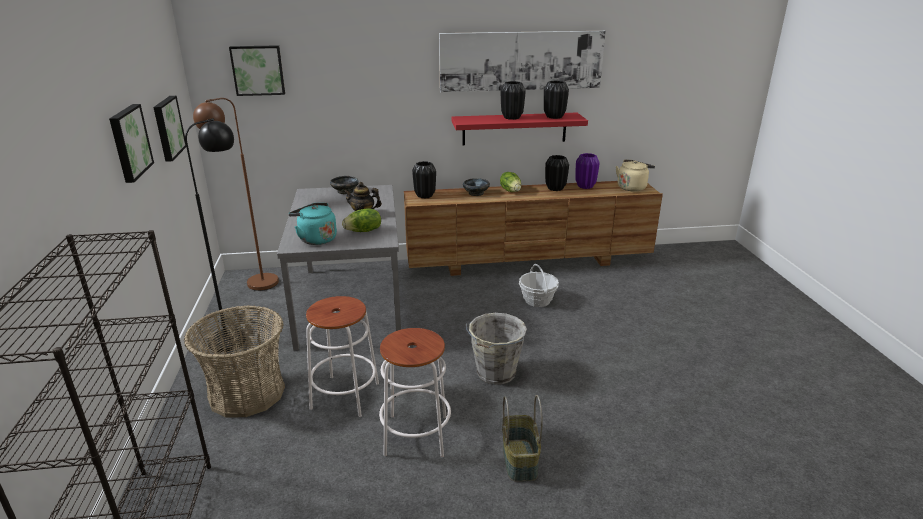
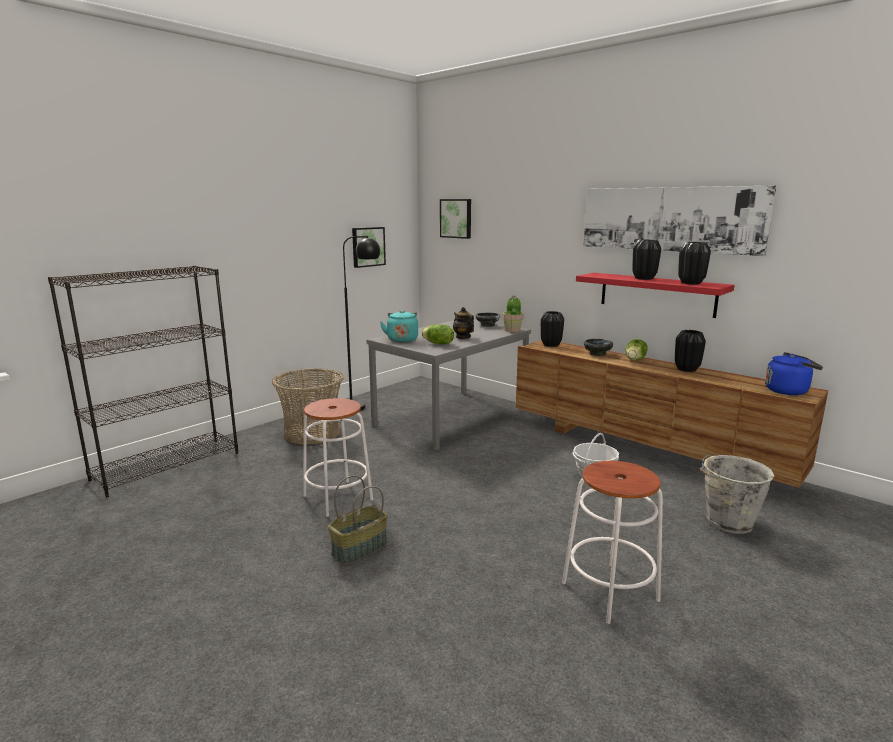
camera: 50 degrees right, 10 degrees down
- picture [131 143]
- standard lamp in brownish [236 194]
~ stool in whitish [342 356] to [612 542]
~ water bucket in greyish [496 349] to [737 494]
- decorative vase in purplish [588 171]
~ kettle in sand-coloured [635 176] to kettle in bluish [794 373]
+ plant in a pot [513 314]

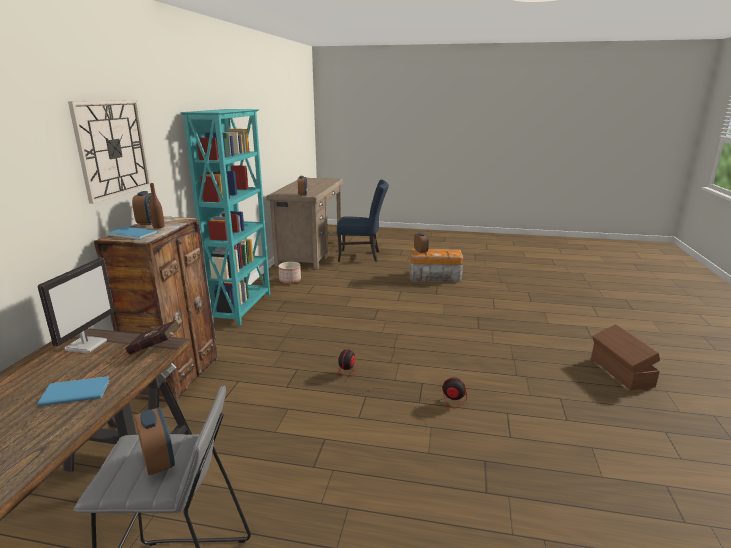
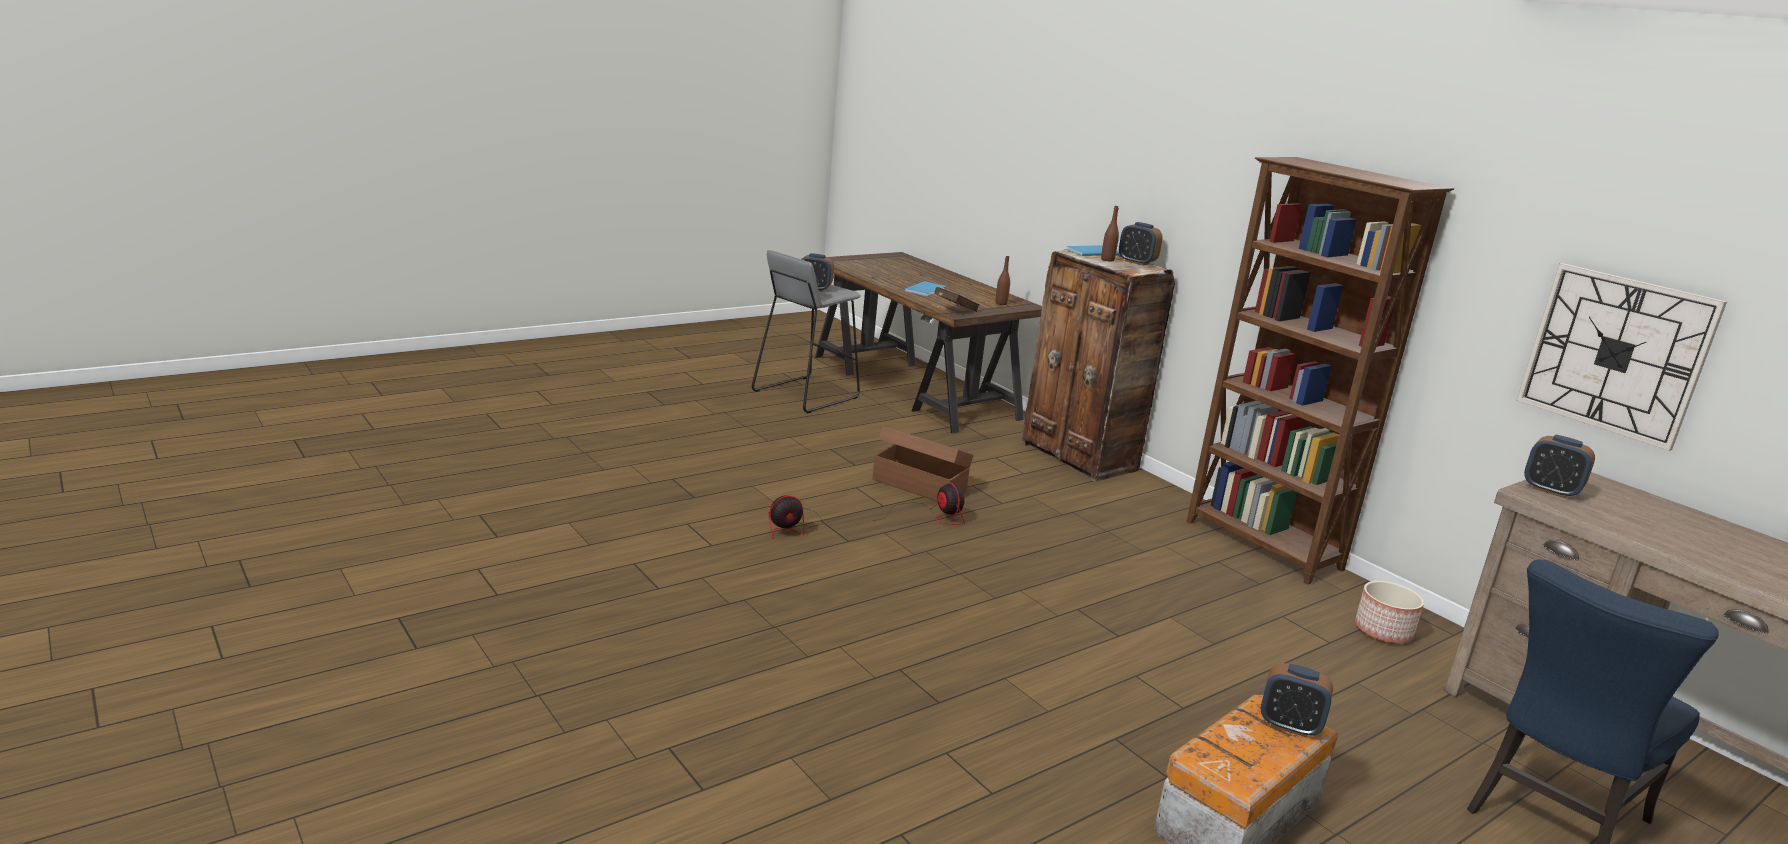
camera: 130 degrees right, 0 degrees up
~ computer display [76 305] to beverage bottle in brownish [1002 280]
~ hanging clock [109 152] to [1621 357]
~ bookcase in turquoise-coloured [225 217] to bookcase in brownish [1320 371]
~ storage container in brownish [625 357] to [923 464]

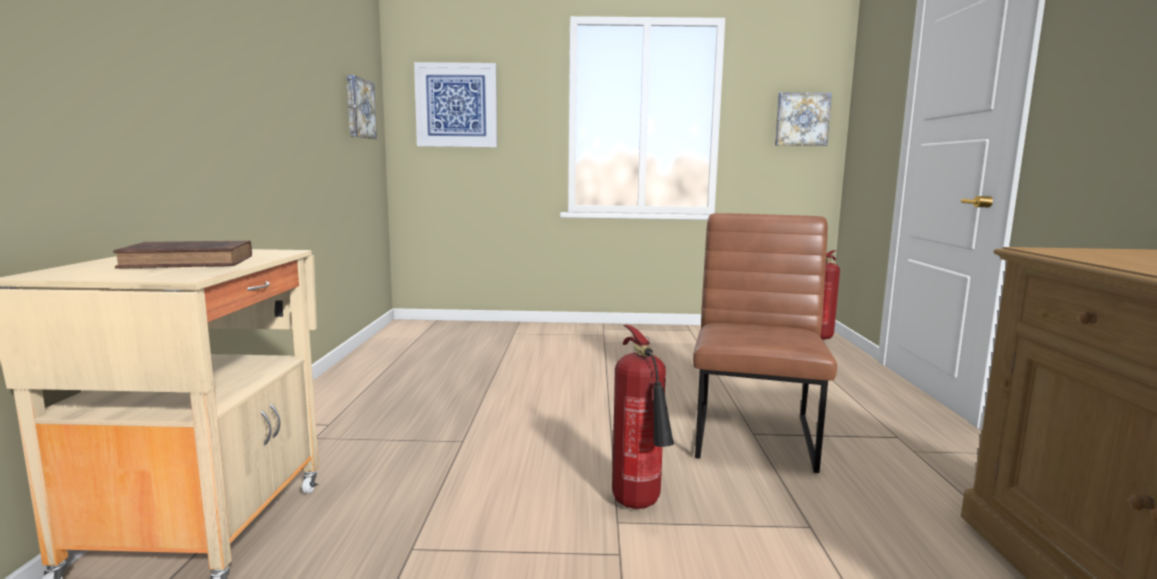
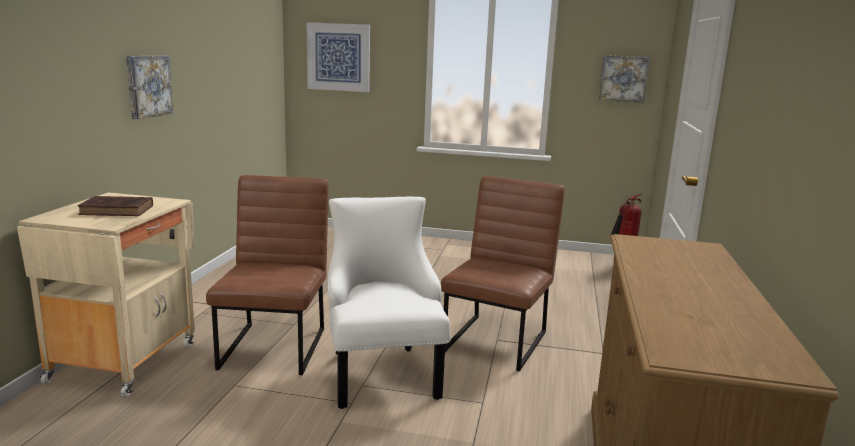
camera: 10 degrees right, 5 degrees up
~ picture [362 107] to [149 87]
~ fire extinguisher [643 417] to upright chair in whitish [389 303]
+ upright chair in brownish [267 275]

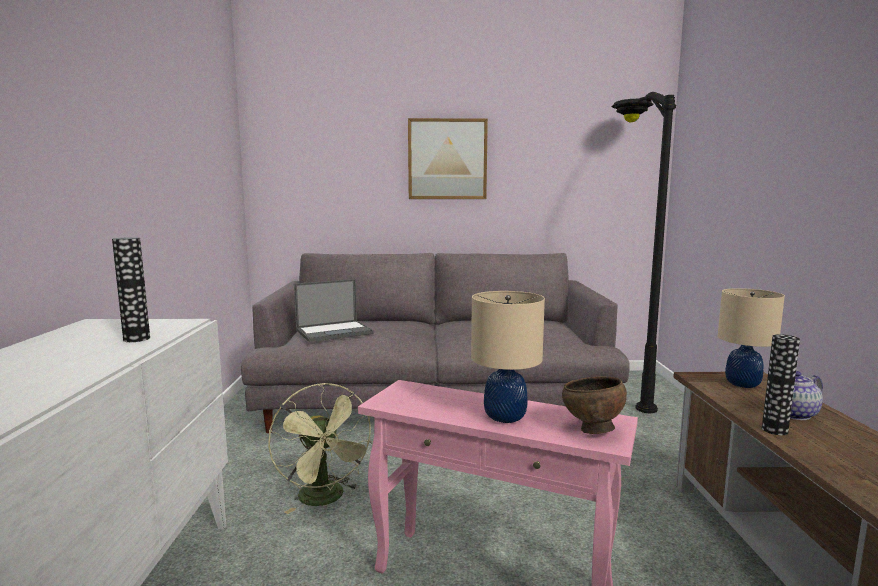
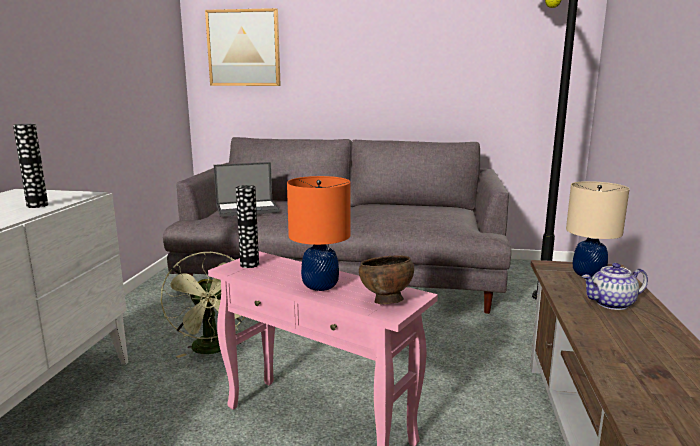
camera: 10 degrees right, 5 degrees up
~ picture [448 158] to [243 47]
~ table lamp in sand-coloured [508 357] to table lamp in orange-coloured [318 233]
~ decorative vase [781 384] to [247 226]

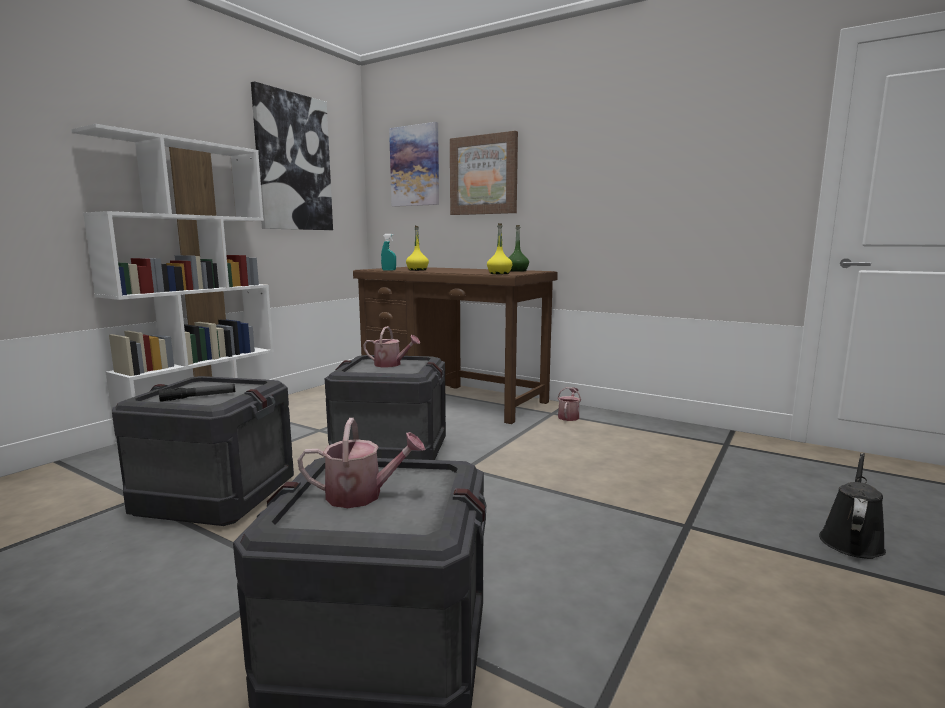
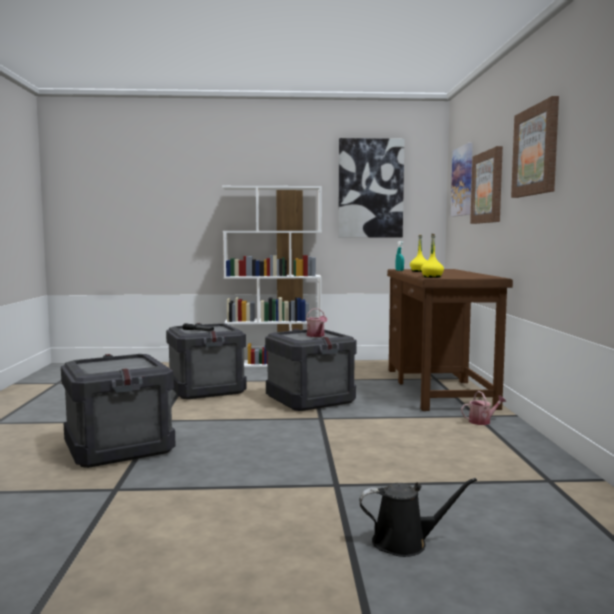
camera: 55 degrees right, 5 degrees down
- sprinkling can [362 463]
- beverage bottle in greenish [518 248]
+ picture [535 147]

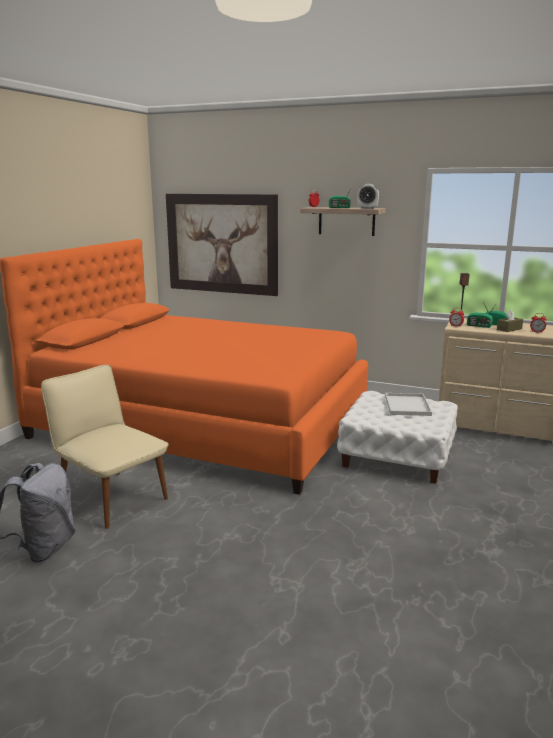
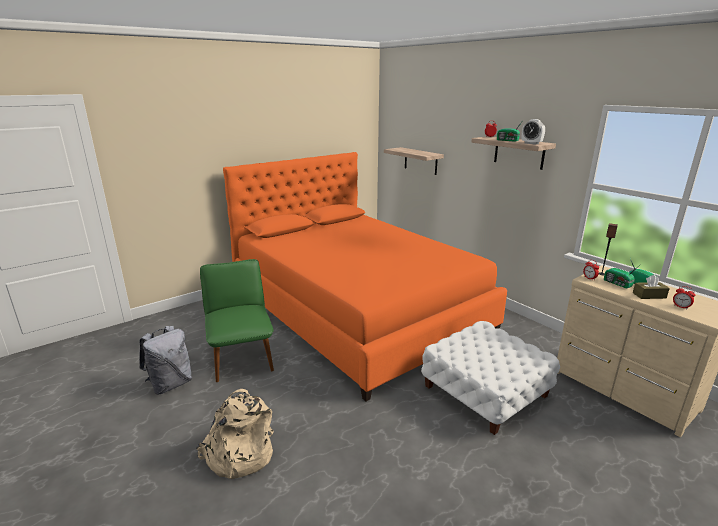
camera: 30 degrees right, 5 degrees up
~ upright chair in sand-coloured [105 447] to upright chair in greenish [237 320]
~ picture [222 245] to bracket shelf [414 161]
- tray in whitish [408 404]
+ backpack in sand-coloured [235 434]

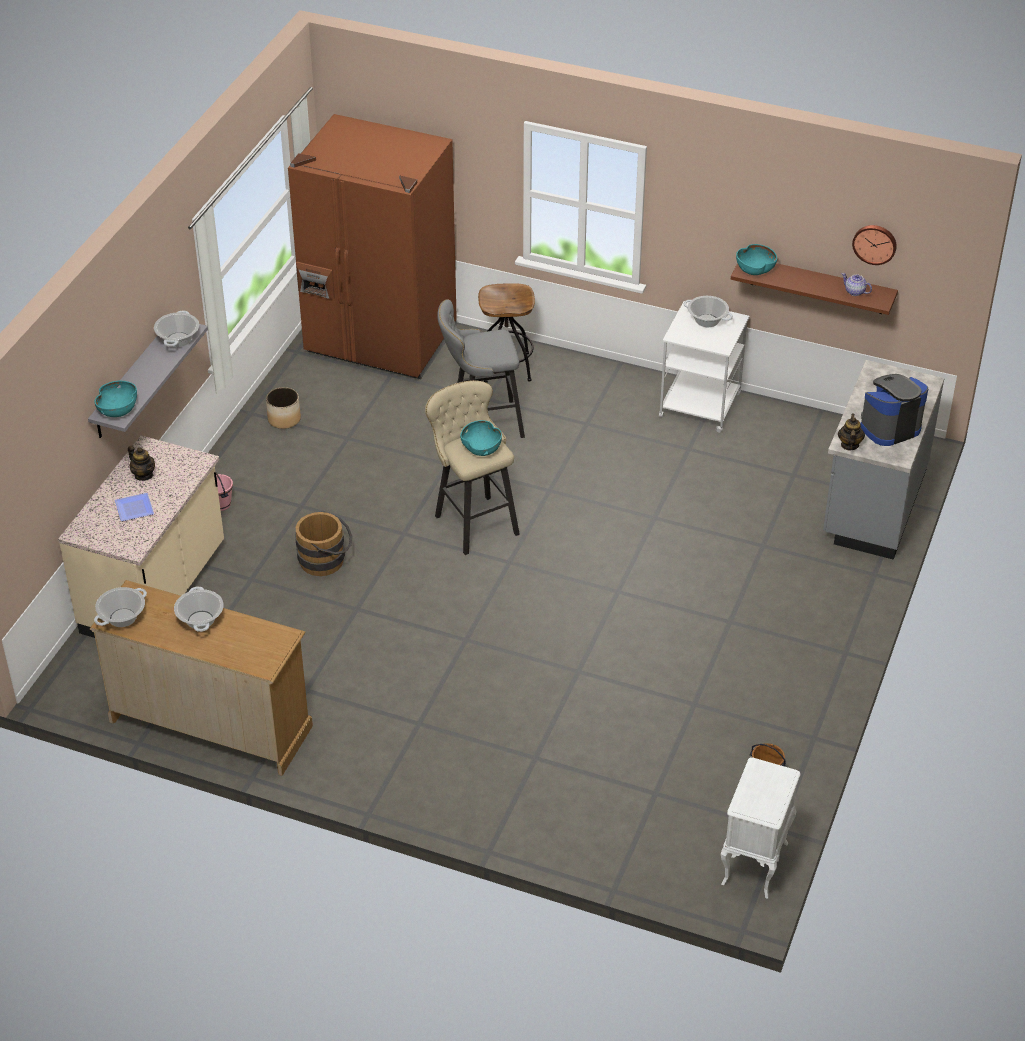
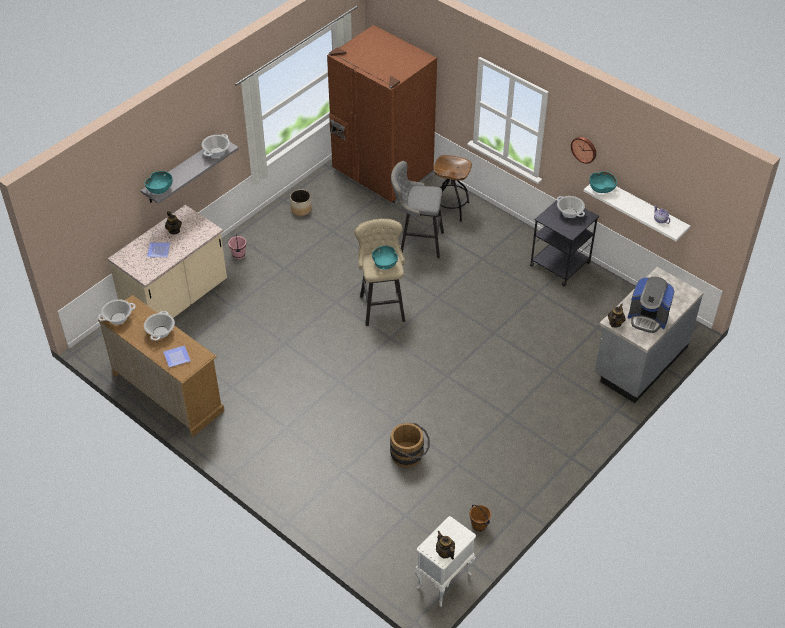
camera: 20 degrees right, 5 degrees up
~ water bucket in brownish [324 543] to [410 445]
~ cart in whitish [704 367] to cart in black-coloured [564 241]
~ bracket shelf in brownish [814 289] to bracket shelf in whitish [637 212]
~ hanging clock [874 245] to [583 150]
~ coffee brewer [894 410] = [651 305] 150 degrees counterclockwise
+ dinner plate [177 356]
+ tea pot [445 545]

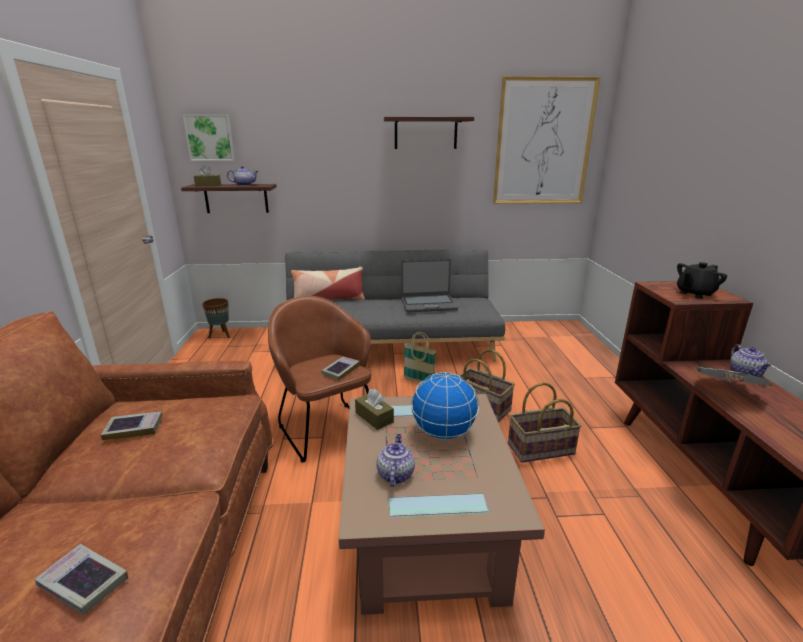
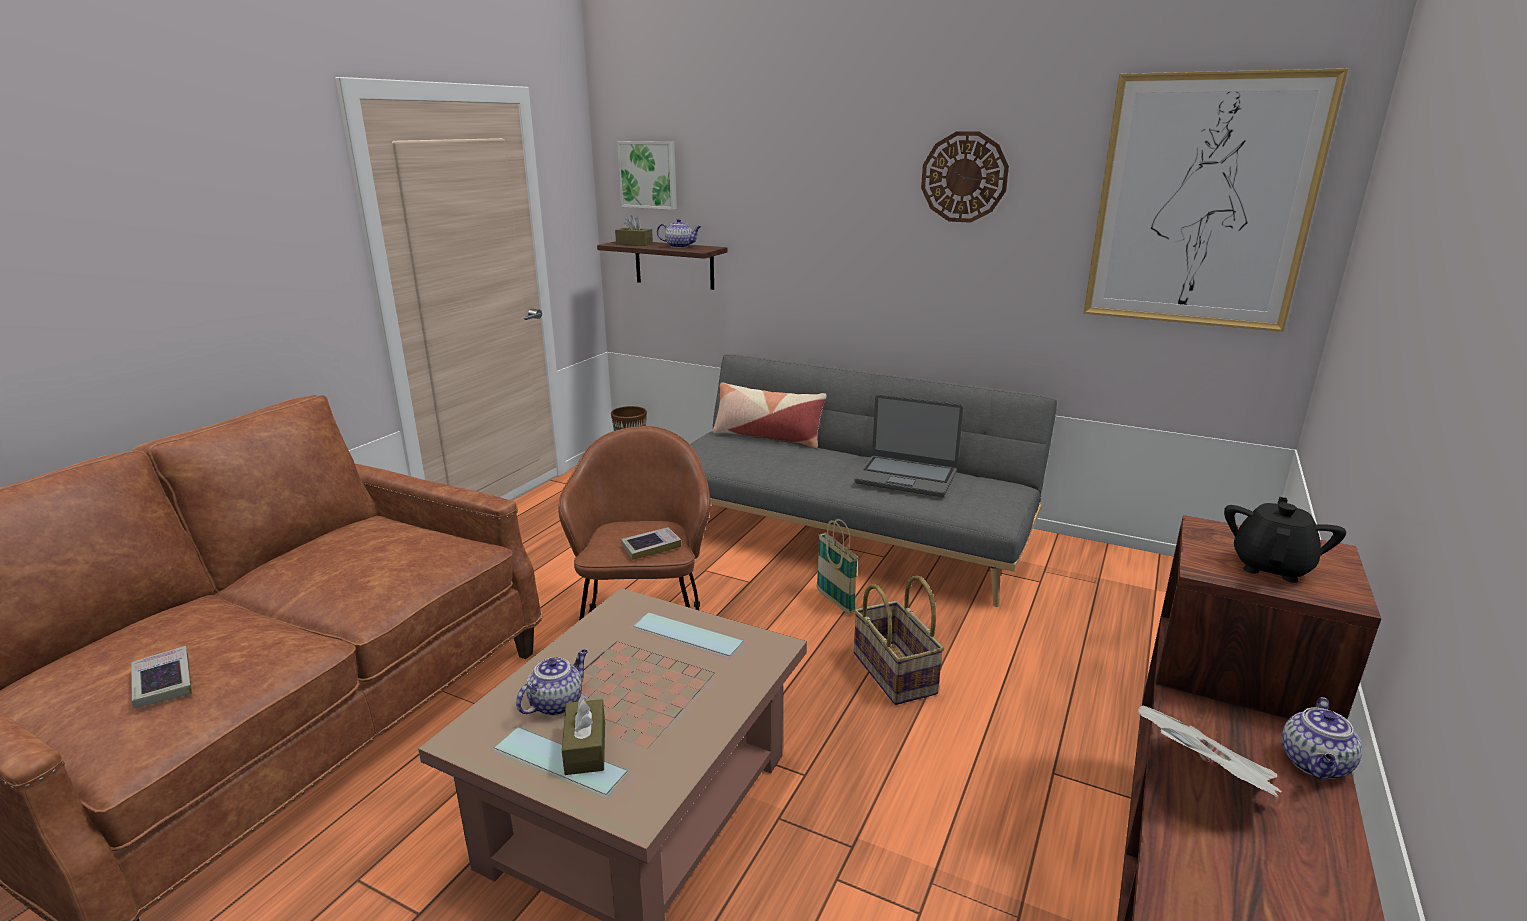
camera: 30 degrees right, 0 degrees up
- volume [132 425]
~ tissue holder in brownish [374 409] to [583 734]
~ bracket shelf [429 133] to hanging clock [965 177]
- globe [445 406]
- household basket [544 422]
~ tea pot in black-coloured [702 280] = [1285 540] 120 degrees clockwise

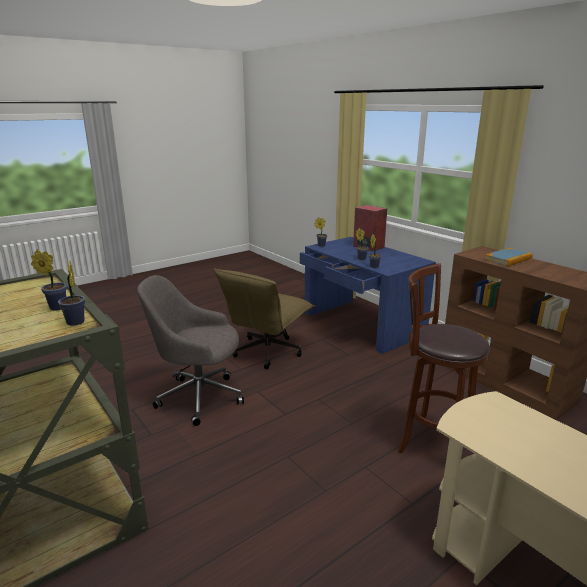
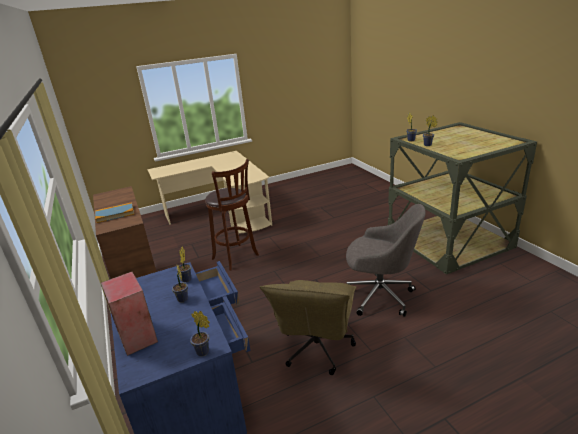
camera: 165 degrees left, 5 degrees up
~ computer chair in sand-coloured [264 319] = [308 327] 150 degrees clockwise

